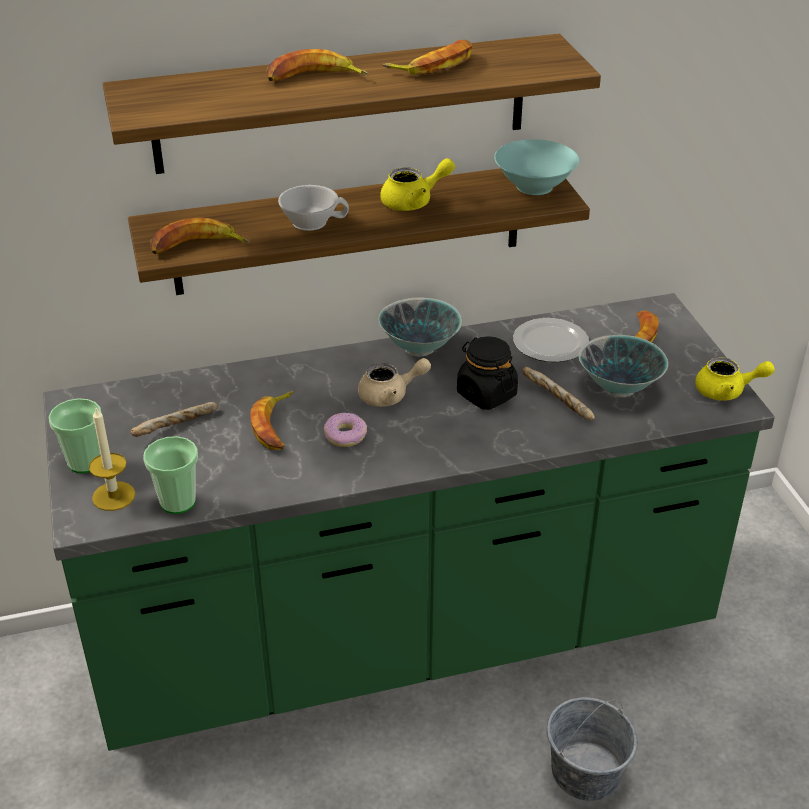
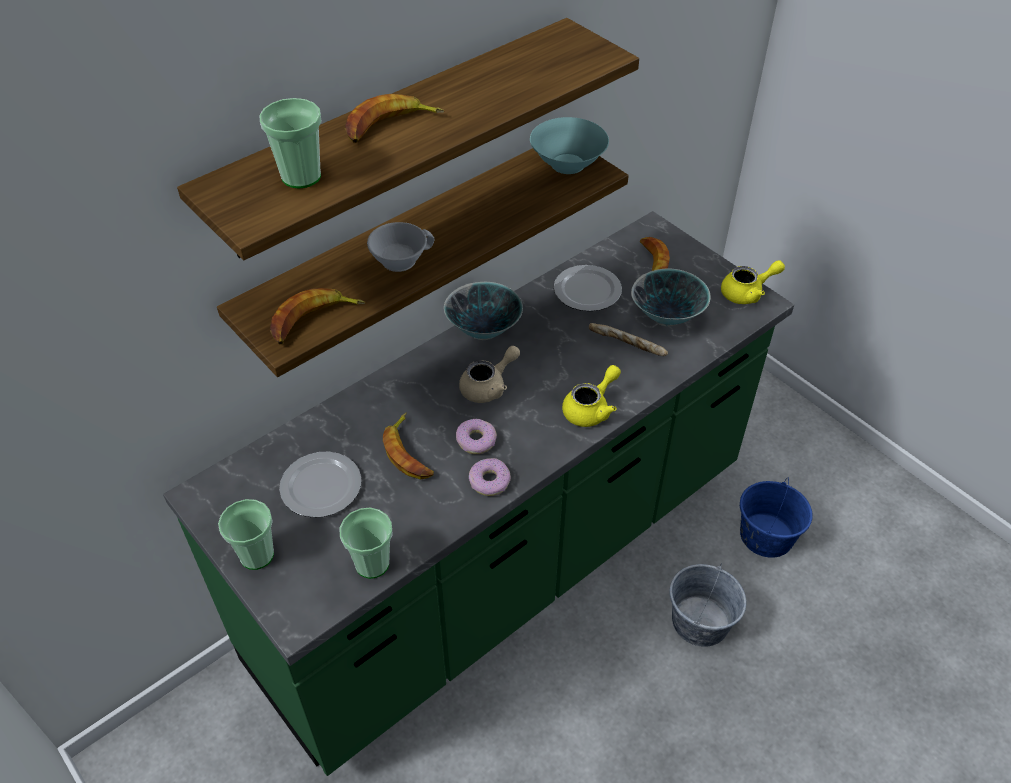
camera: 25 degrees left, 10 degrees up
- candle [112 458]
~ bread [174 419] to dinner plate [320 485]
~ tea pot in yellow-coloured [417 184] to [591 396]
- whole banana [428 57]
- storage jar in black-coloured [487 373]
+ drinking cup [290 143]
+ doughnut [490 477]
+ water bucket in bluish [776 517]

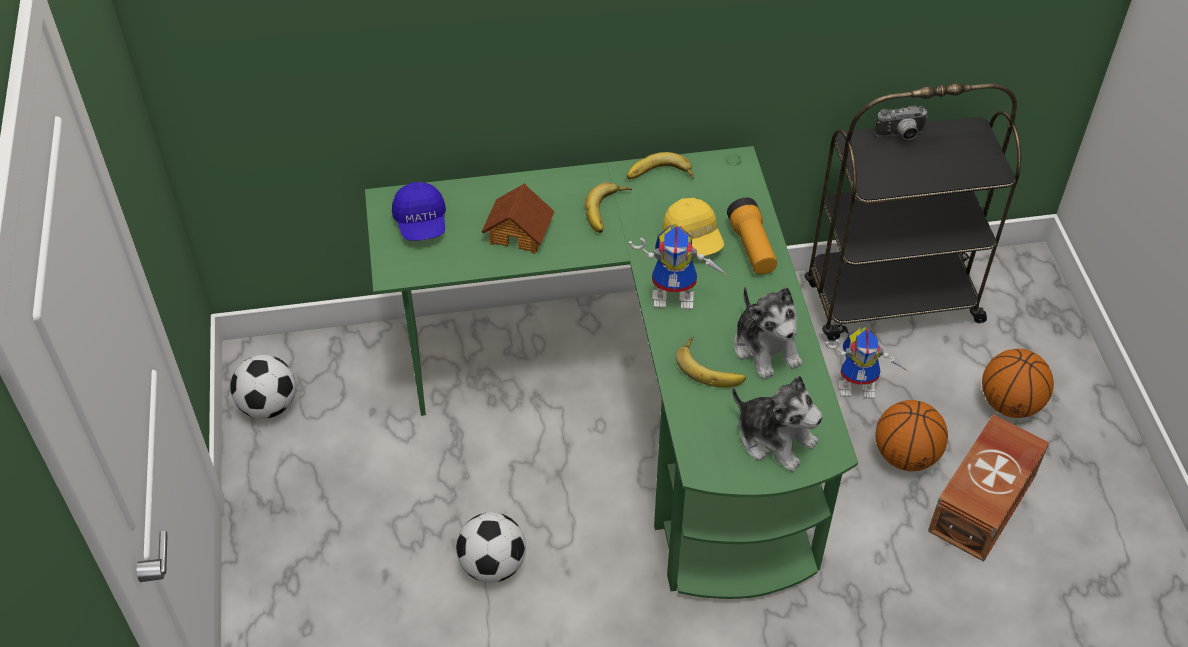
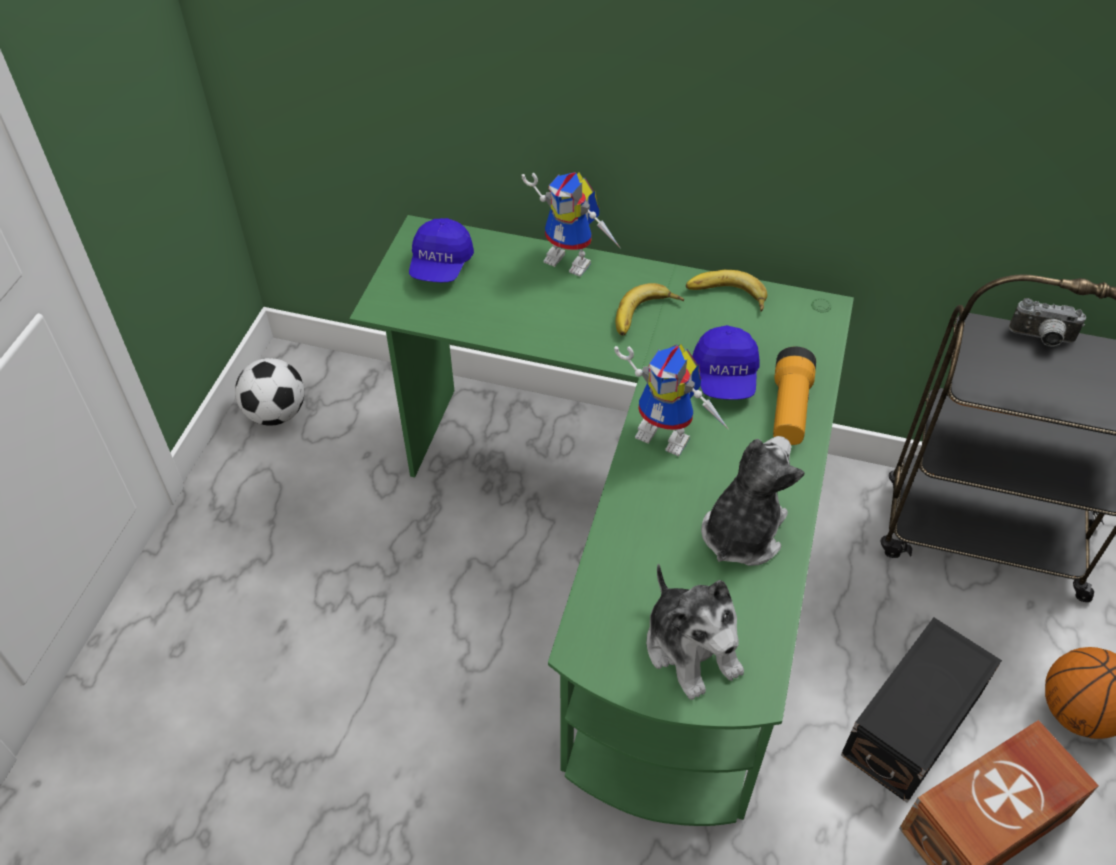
camera: 25 degrees right, 0 degrees up
- football [491 547]
- toy house [518 218]
~ cap in yellow-coloured [693 227] to cap in bluish [726 362]
- whole banana [711 362]
~ plush toy [768 333] = [753 501] 150 degrees counterclockwise
~ robot figure [867 363] to [571 224]
~ basketball [911 435] to storage container in black-coloured [921 710]

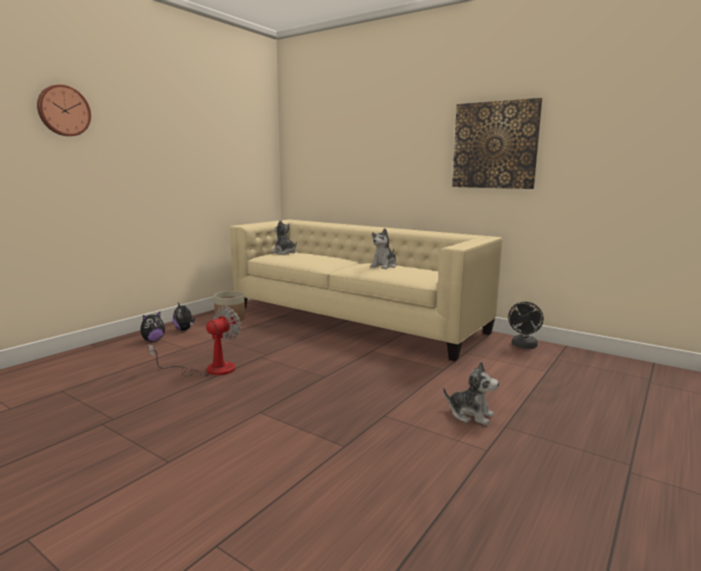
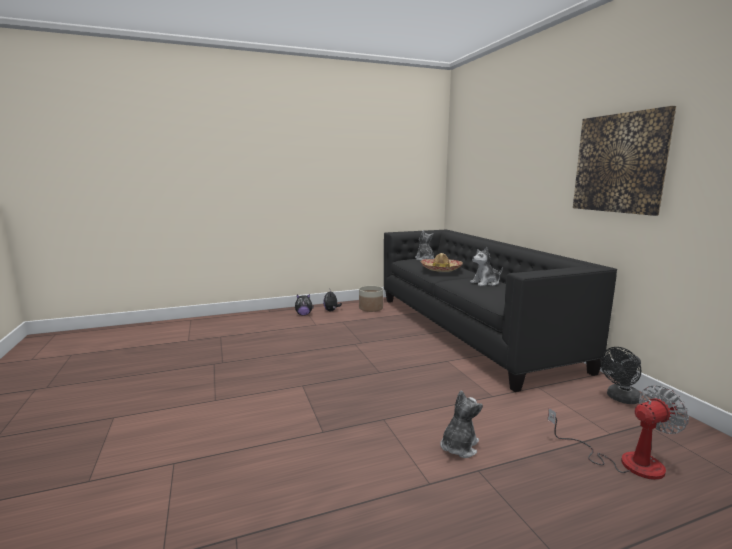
camera: 35 degrees right, 0 degrees up
- hanging clock [64 110]
~ cooling fan [194 341] to [618 432]
~ couch in sand-coloured [366 290] to couch in black-coloured [500 311]
~ plush toy [471 393] = [461 424] 120 degrees counterclockwise
+ wearable hat [442 262]

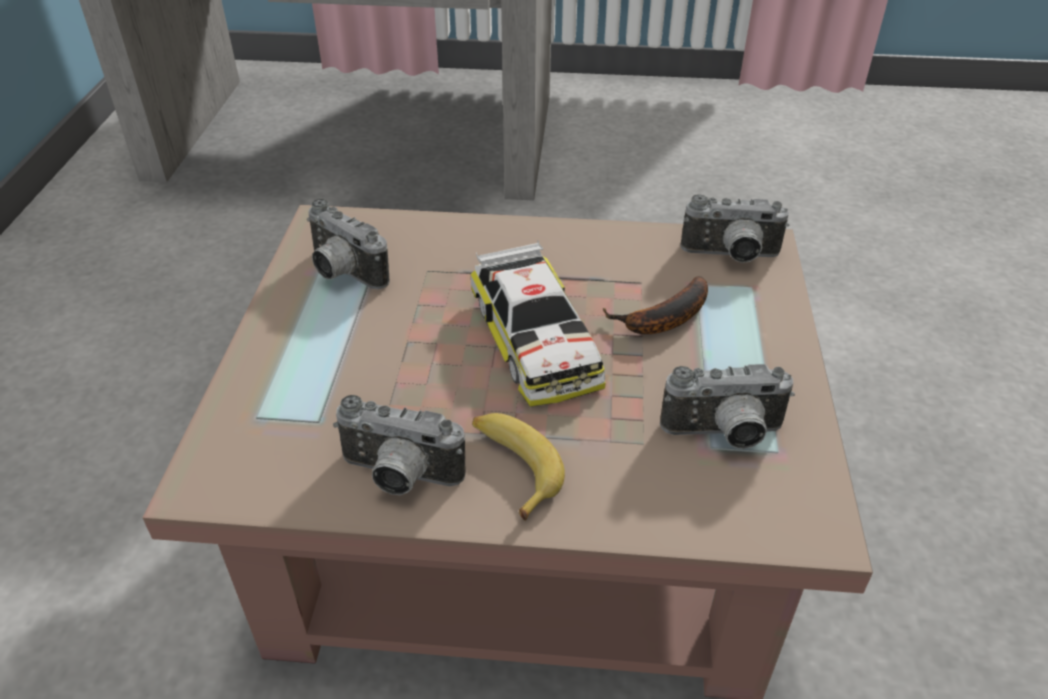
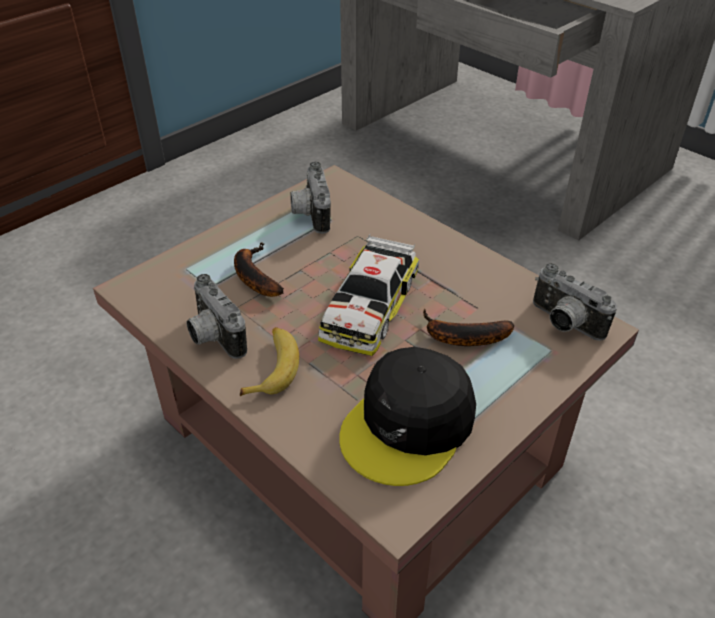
camera: 40 degrees right, 0 degrees up
~ still camera [727 406] to cap in black-coloured [407 416]
+ whole banana [259 269]

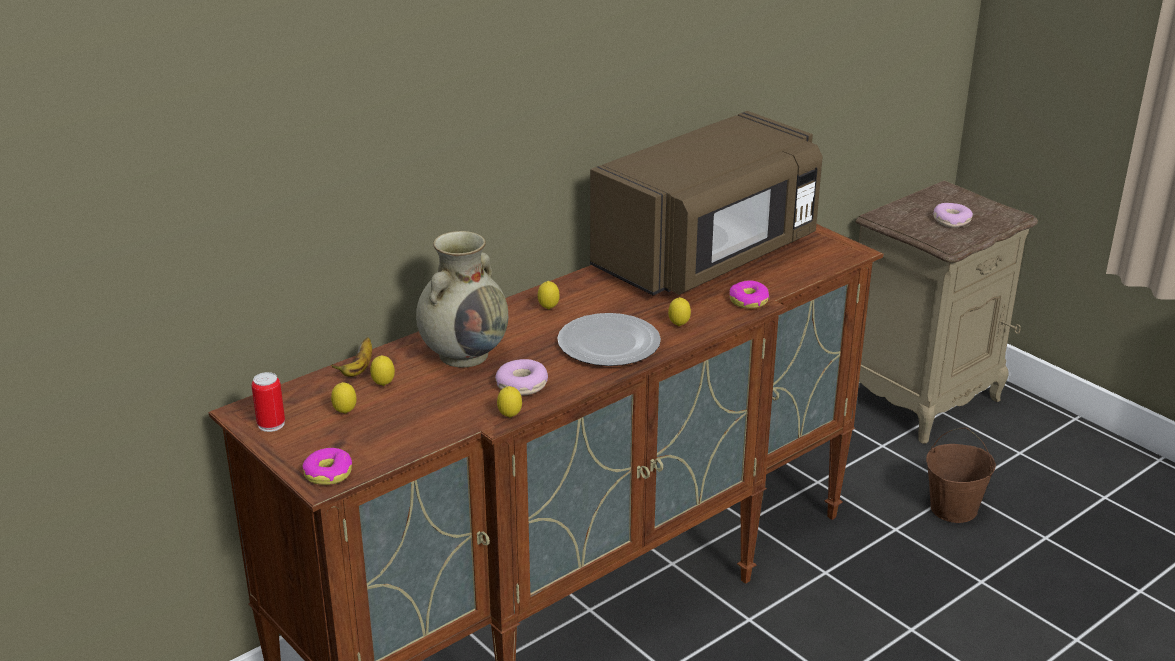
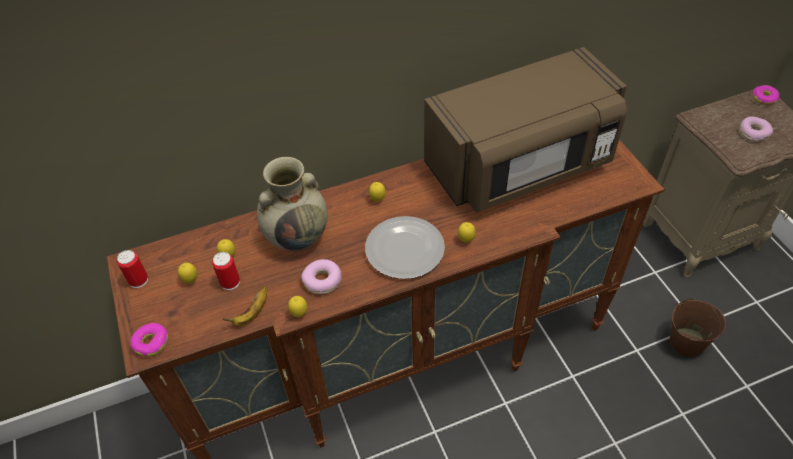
camera: 20 degrees right, 20 degrees up
~ whole banana [351 357] to [245 306]
~ doughnut [749 294] to [765 95]
+ sealed can [226 271]

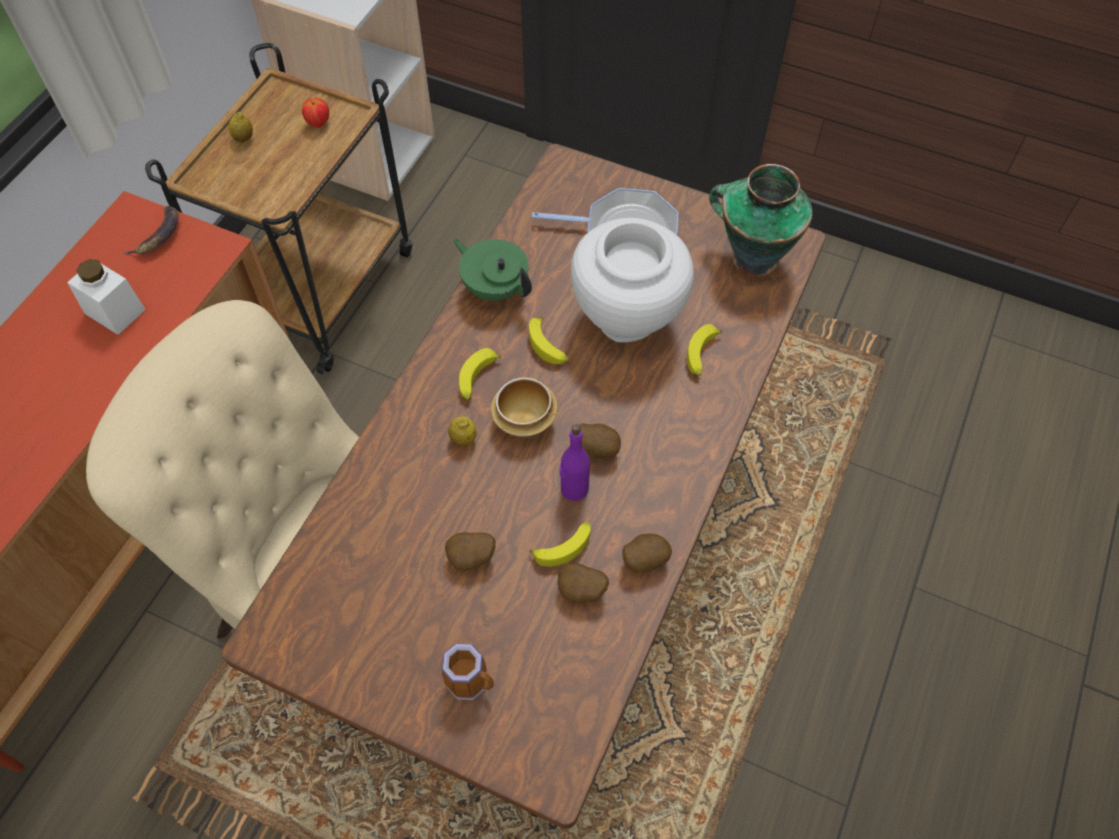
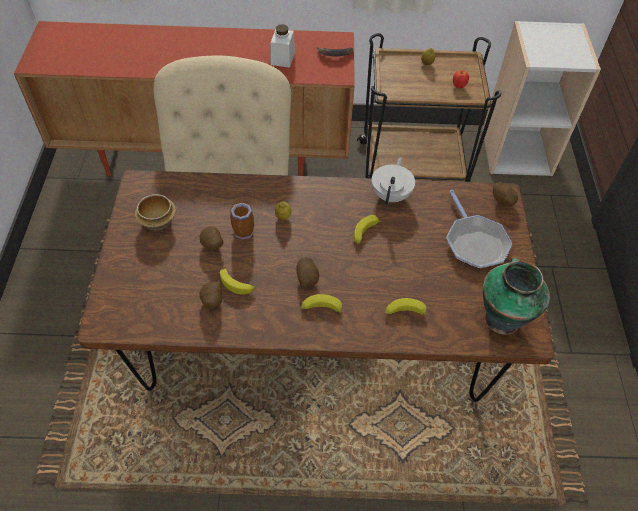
camera: 65 degrees right, 5 degrees down
~ tea mug [468 672] to [242 221]
~ tea pot in greenish [492 270] to tea pot in whitish [393 181]
~ whole banana [480 374] to [322 304]
~ serving bowl [524 408] to [155 212]
- beverage bottle in purplish [575 462]
- decorative vase in whitish [632 280]
~ whole potato [647 553] to [505 194]

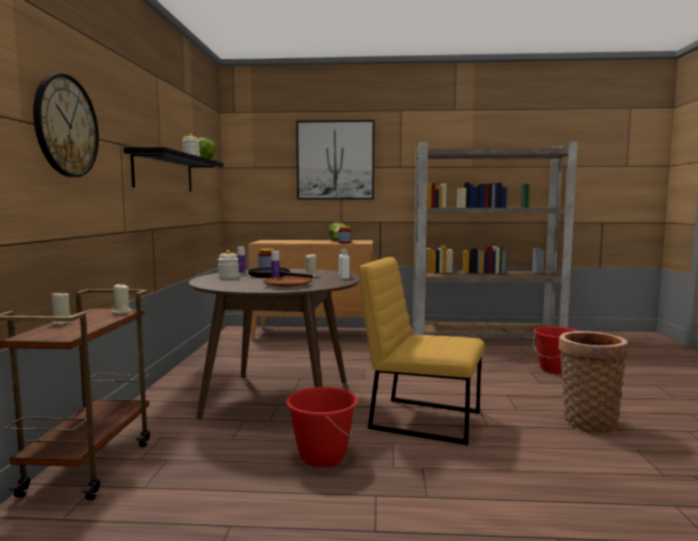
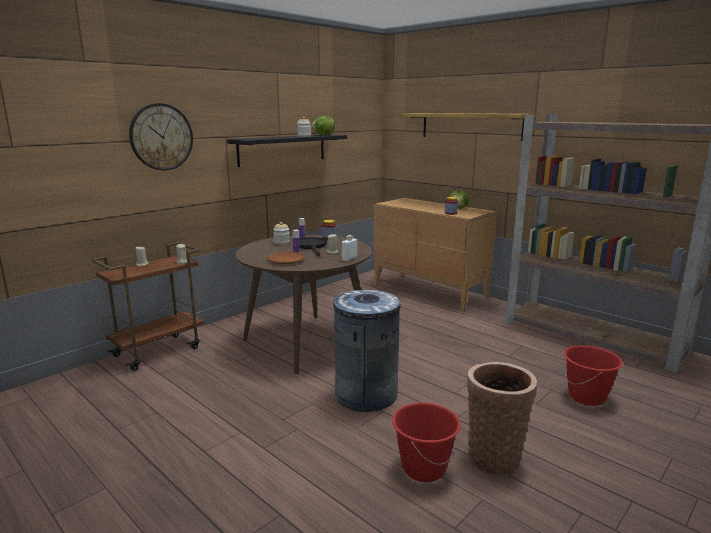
camera: 40 degrees right, 10 degrees up
~ water bucket in red [322 427] to [426 442]
~ picture [335 159] to bracket shelf [468 127]
~ upright chair in yellow-coloured [421 351] to waste bin in greyish [366 351]

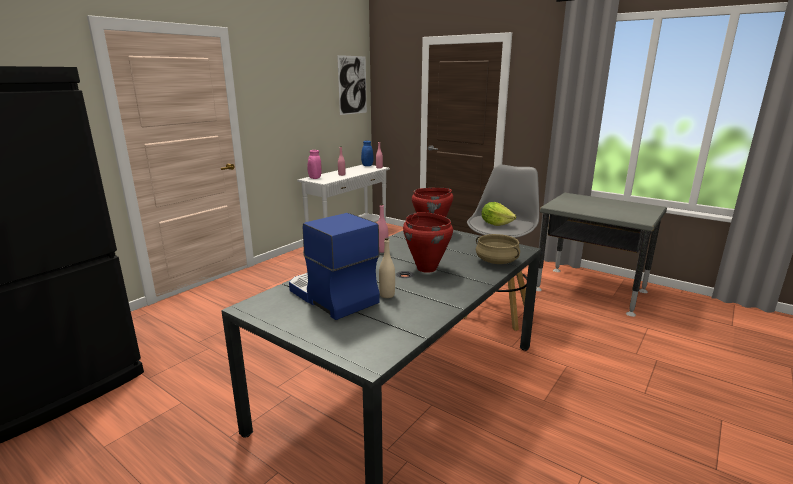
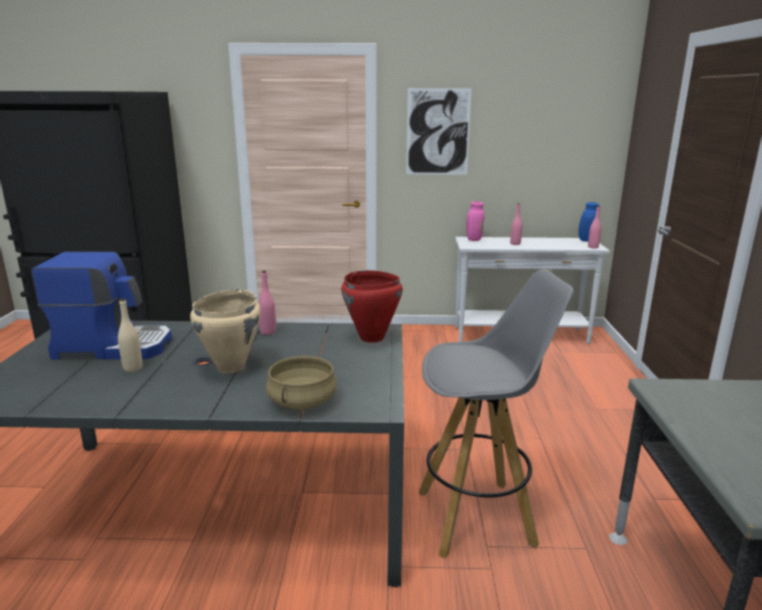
camera: 55 degrees right, 0 degrees up
~ coffee brewer [334 266] = [101 306] 75 degrees clockwise
~ picture [352 85] to [439 131]
~ saucepot in red [428 242] to saucepot in sand-coloured [225 331]
- lettuce [498 214]

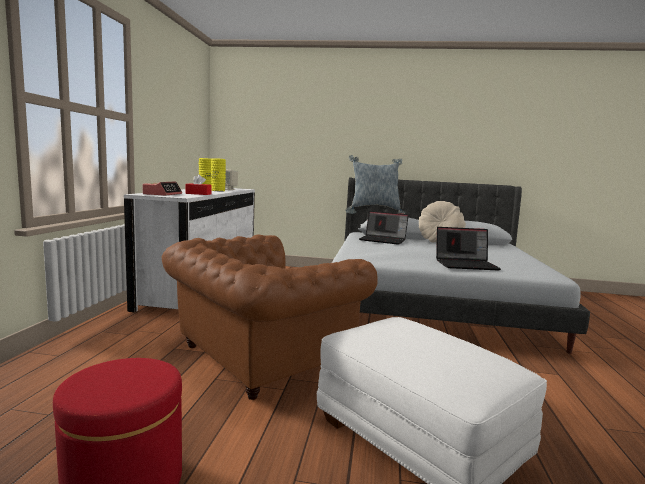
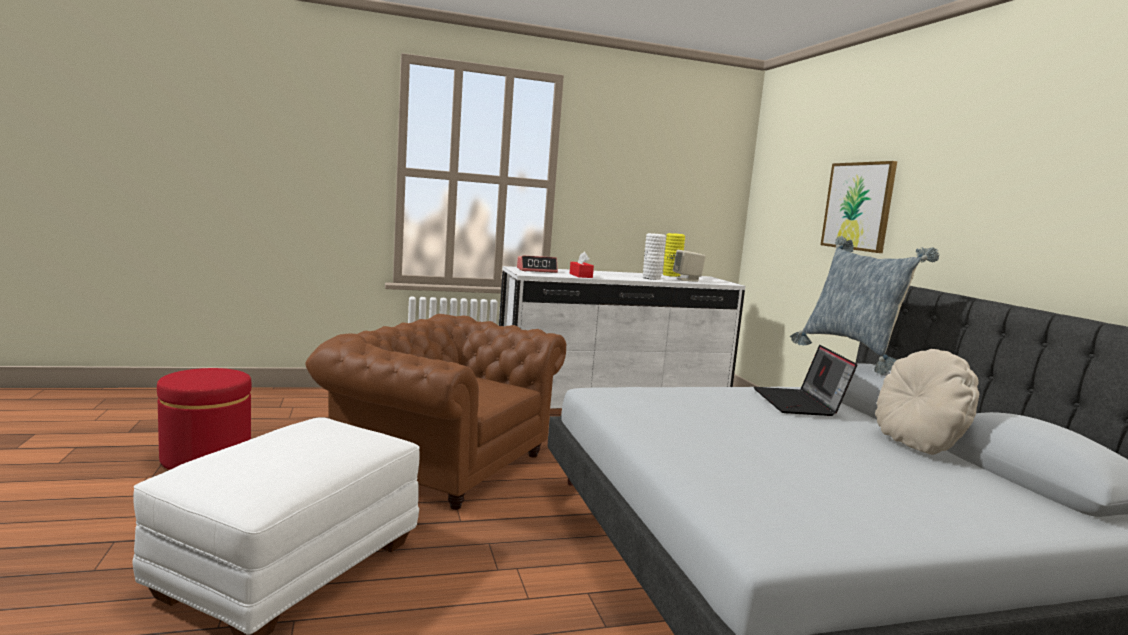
camera: 65 degrees right, 0 degrees up
~ decorative vase in yellow-coloured [218 174] to decorative vase in whitish [654 256]
- laptop [468 248]
+ picture [859 207]

